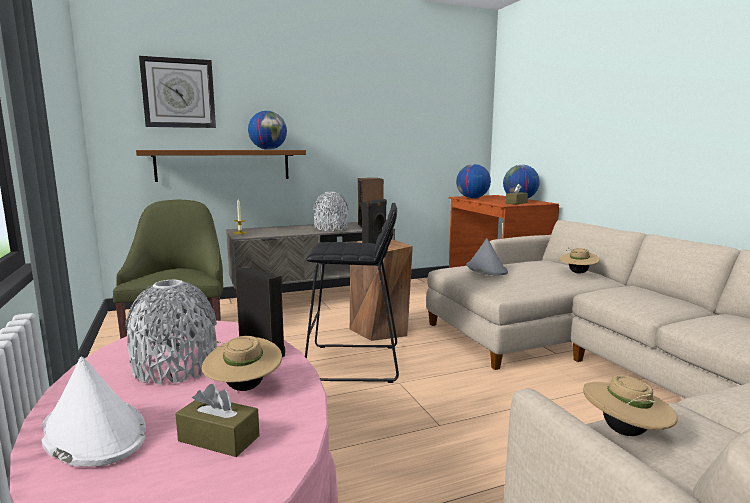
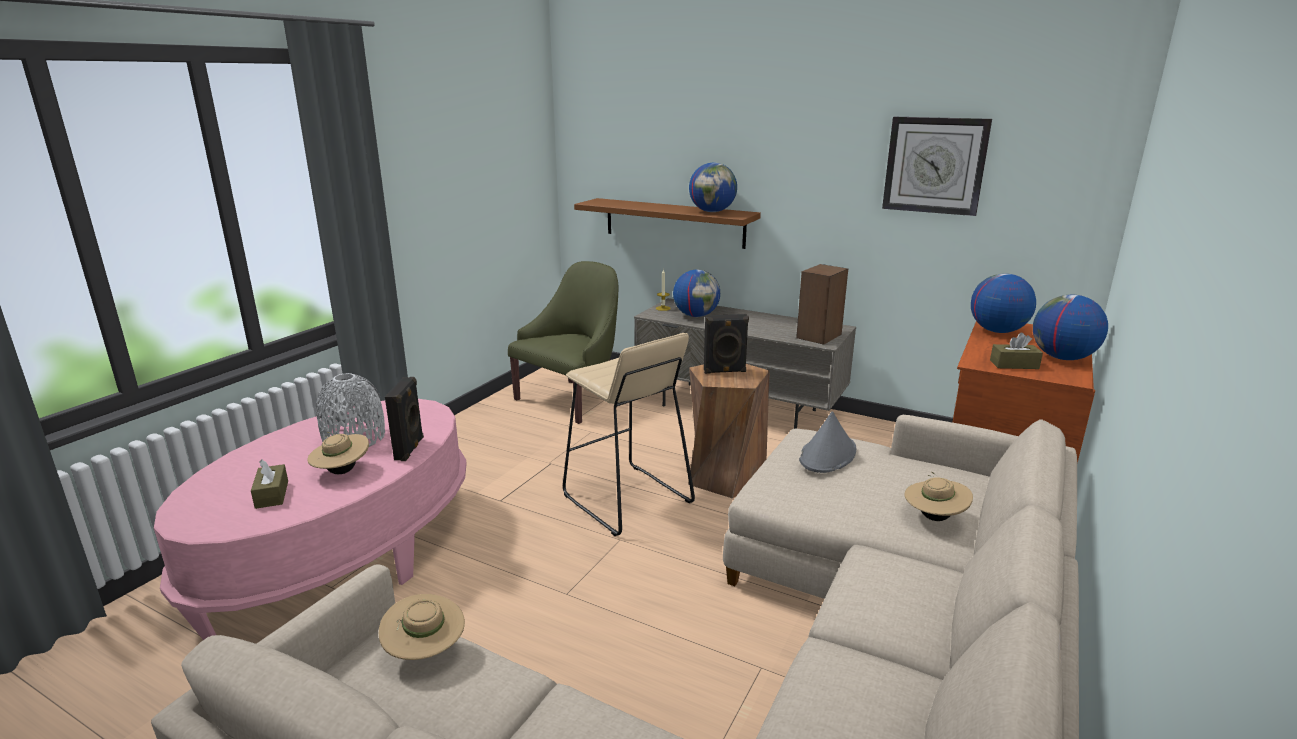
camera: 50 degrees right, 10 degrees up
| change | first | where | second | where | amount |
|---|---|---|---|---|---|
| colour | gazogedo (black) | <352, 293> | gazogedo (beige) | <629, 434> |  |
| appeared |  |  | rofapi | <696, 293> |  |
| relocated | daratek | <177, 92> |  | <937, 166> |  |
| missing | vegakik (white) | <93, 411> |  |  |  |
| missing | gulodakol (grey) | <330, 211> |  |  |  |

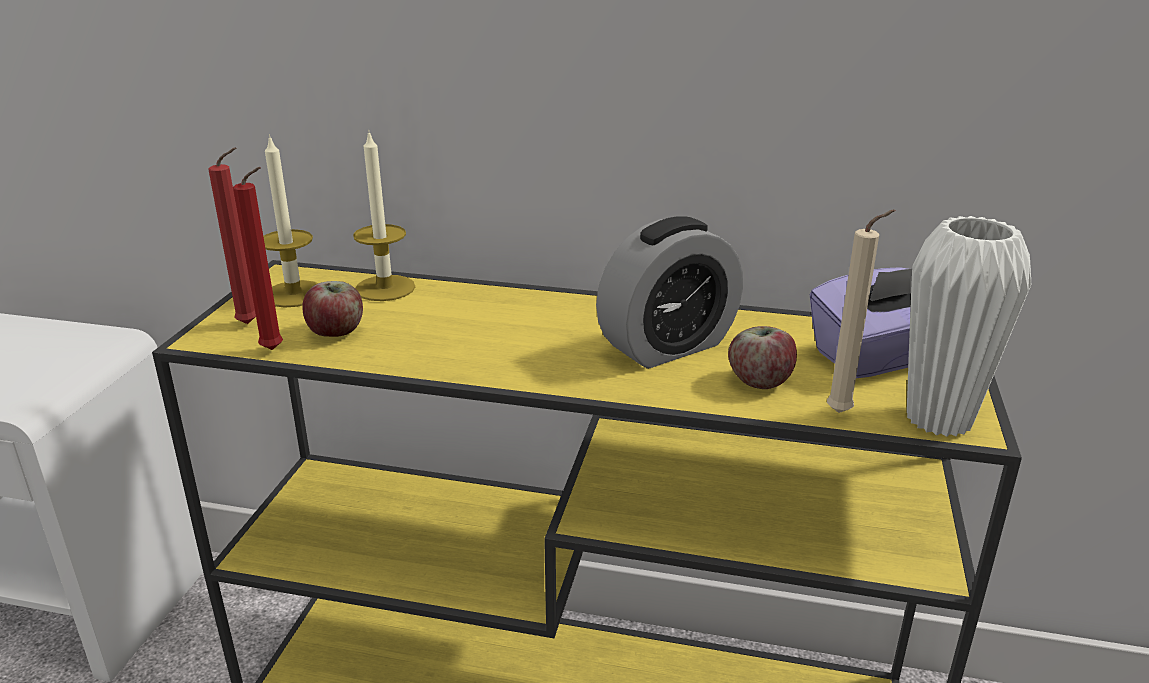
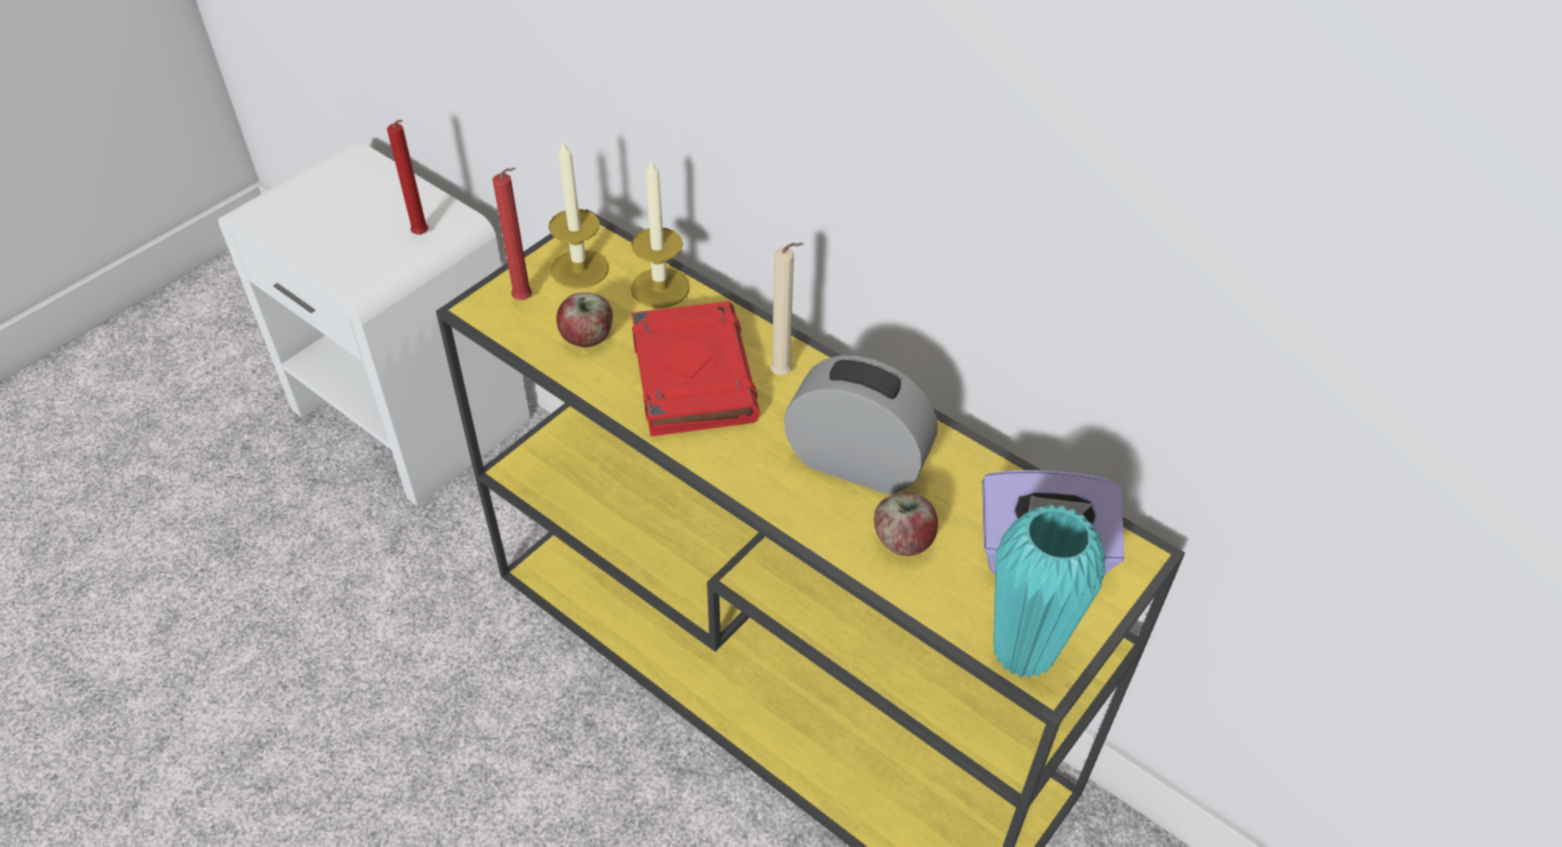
camera: 25 degrees right, 20 degrees up
| change | first | where | second | where | amount |
|---|---|---|---|---|---|
| relocated | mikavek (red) | <258, 258> |  | <407, 177> |  |
| appeared |  |  | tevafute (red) | <696, 368> |  |
| relocated | mikavek (beige) | <861, 311> |  | <786, 309> |  |
| spun | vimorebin | <669, 292> |  | <861, 425> | 150 degrees counterclockwise |
| colour | gulodakol (white) | <969, 326> | gulodakol (turquoise) | <1050, 592> |  |

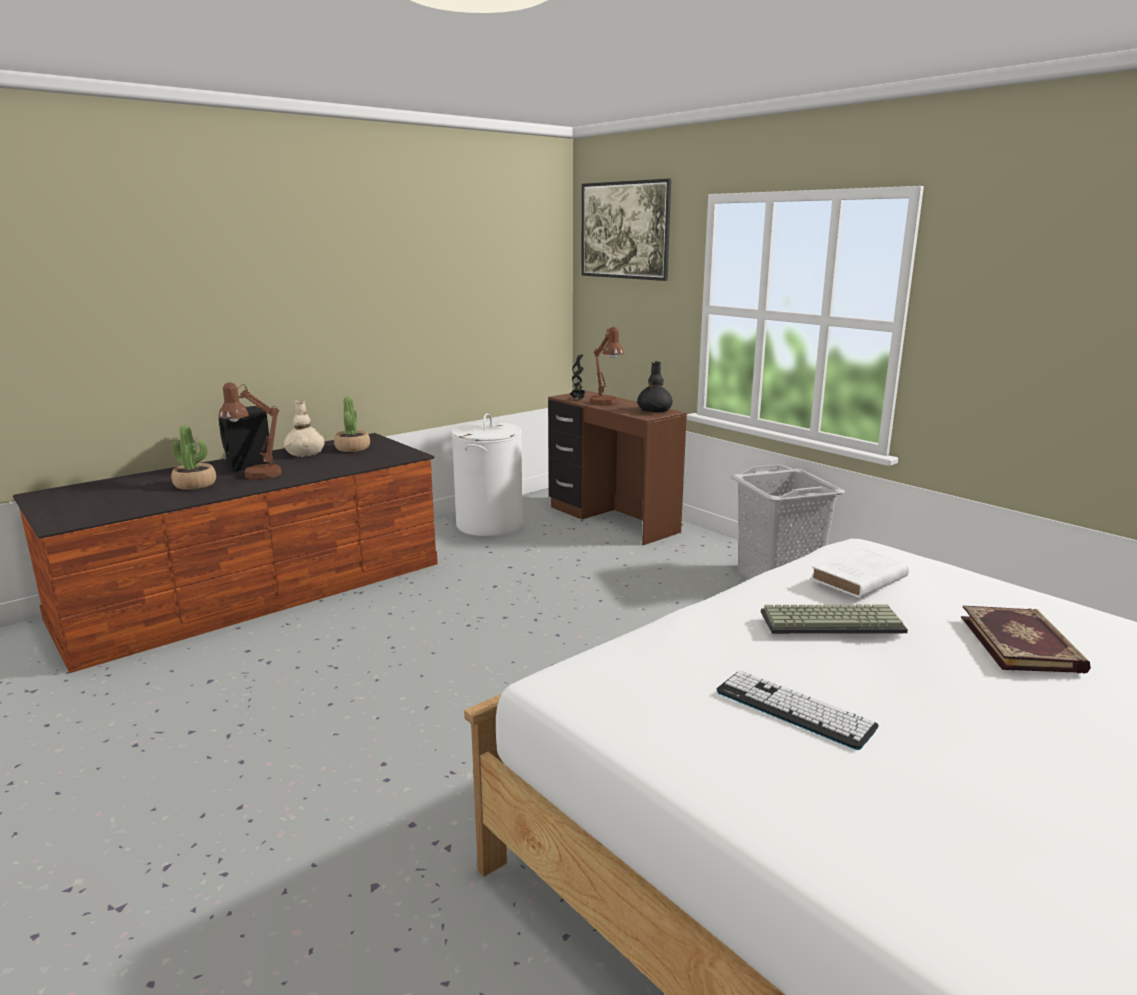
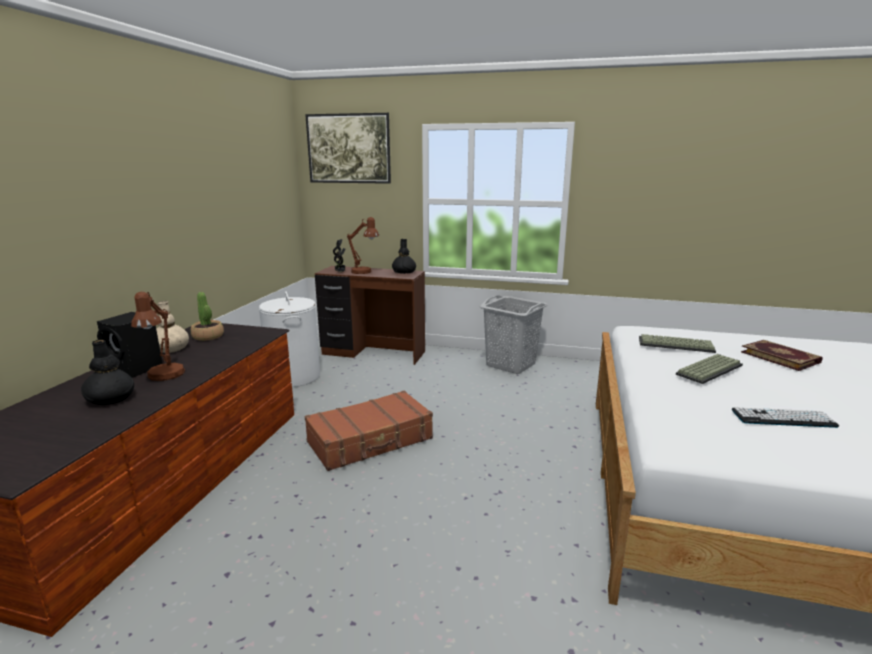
camera: 35 degrees left, 0 degrees up
| change | first | where | second | where | amount |
|---|---|---|---|---|---|
| exchanged | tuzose | <193, 457> | gulodakol (black) | <107, 372> |  |
| appeared |  |  | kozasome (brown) | <368, 430> |  |
| exchanged | tevafute (white) | <860, 573> | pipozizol | <677, 343> |  |

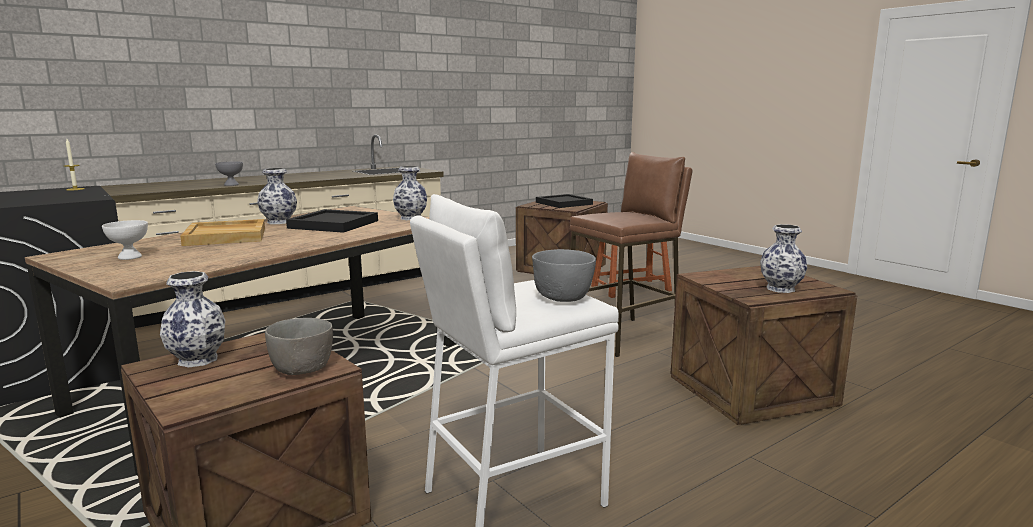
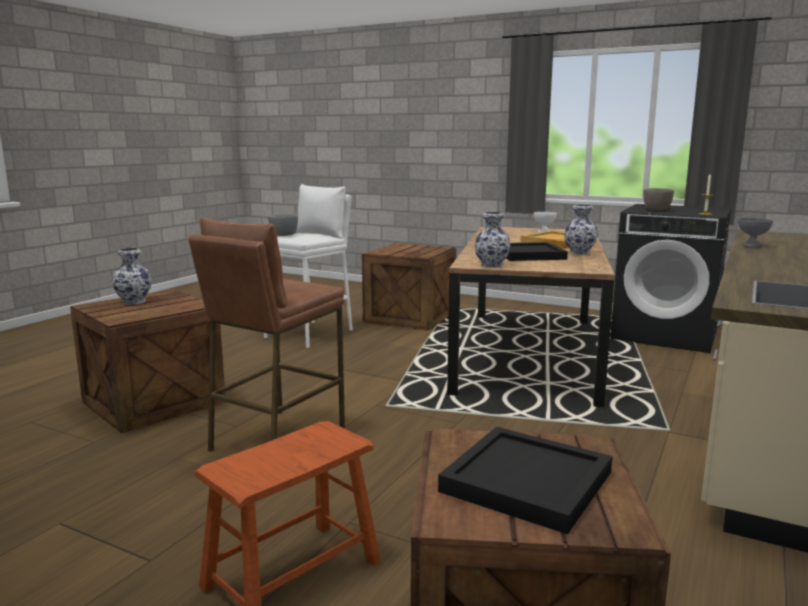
camera: 155 degrees right, 0 degrees up
| change | first | where | second | where | amount |
|---|---|---|---|---|---|
| relocated | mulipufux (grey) | <299, 346> |  | <659, 199> |  |
| missing | gulodakol | <192, 319> |  |  |  |

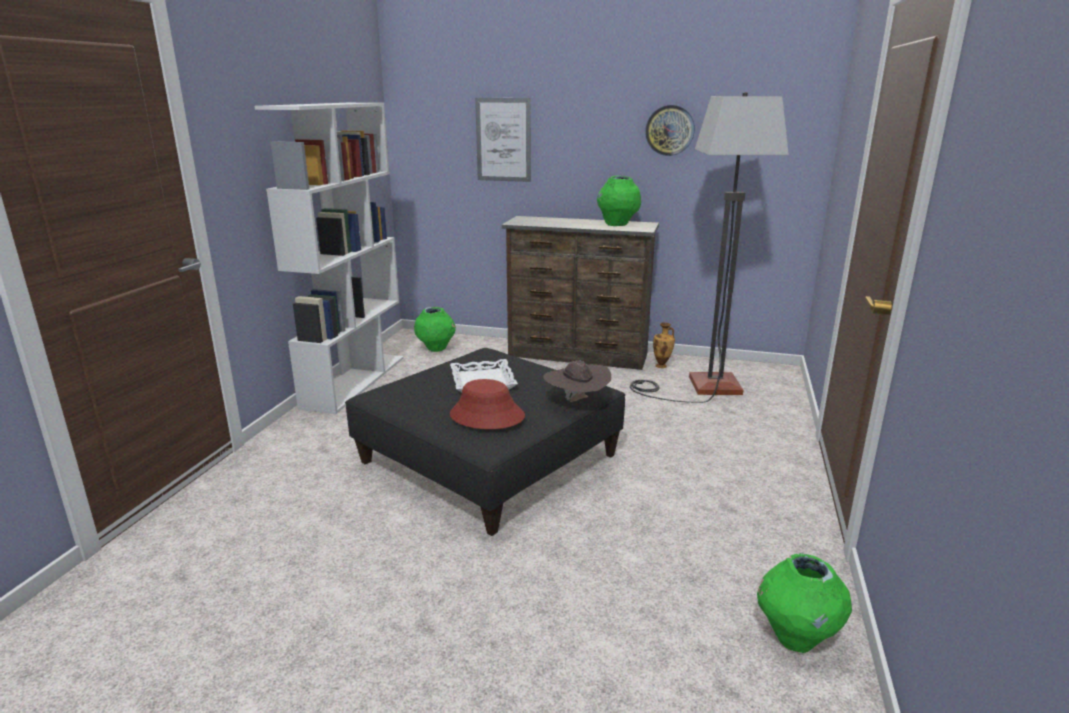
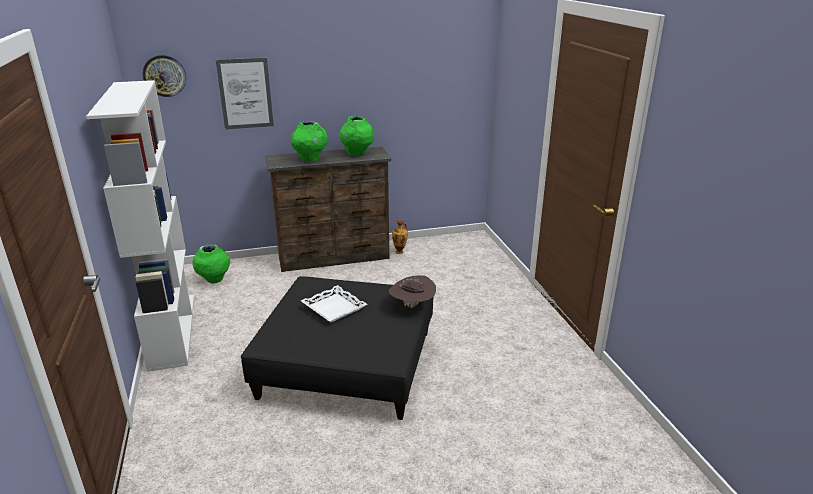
camera: 30 degrees left, 5 degrees up
| change | first | where | second | where | amount |
|---|---|---|---|---|---|
| relocated | daratek | <670, 130> |  | <164, 76> |  |
| relocated | gulodakol (green) | <804, 603> |  | <309, 141> |  |
| missing | vegakik (red) | <487, 404> |  |  |  |
| missing | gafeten | <709, 247> |  |  |  |

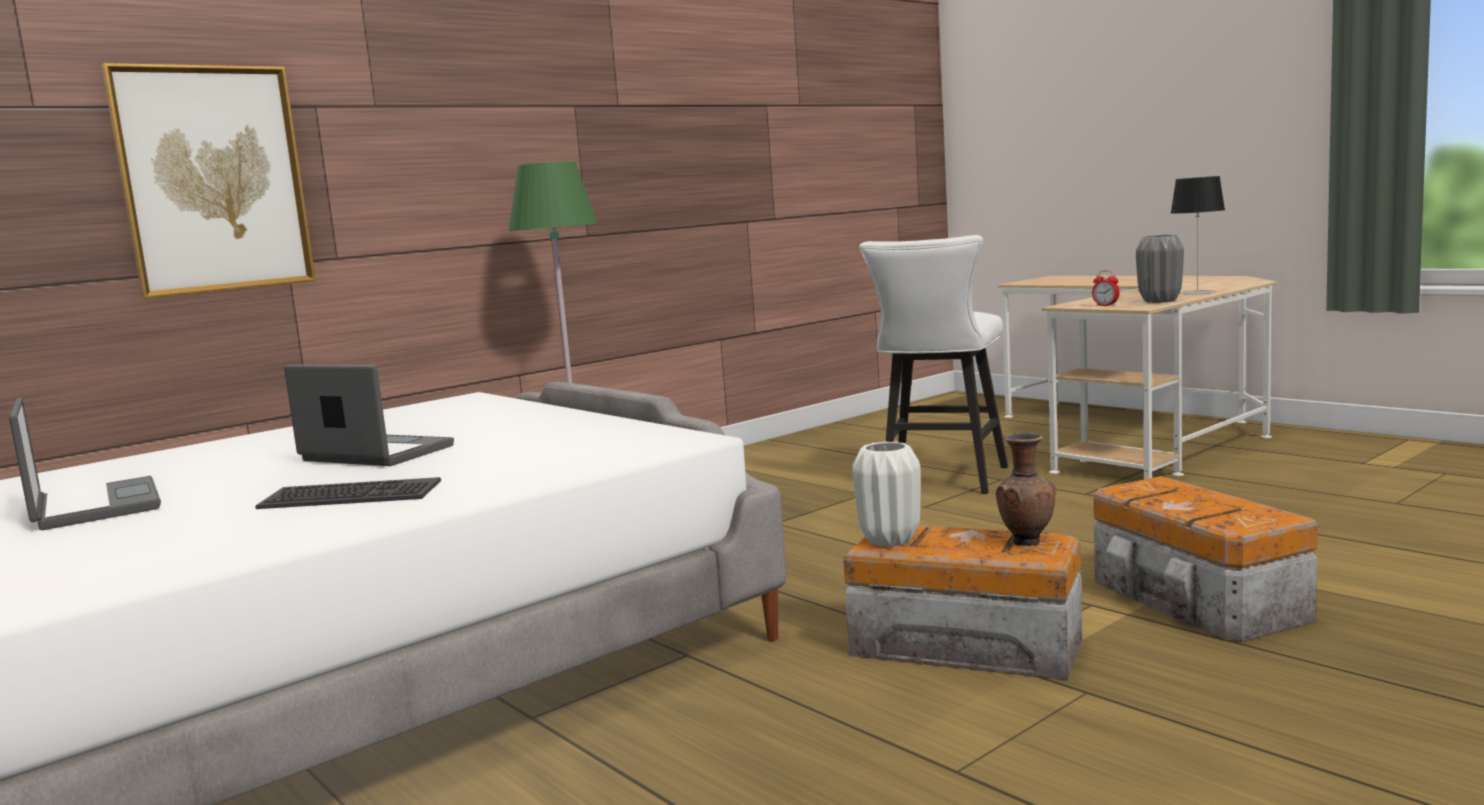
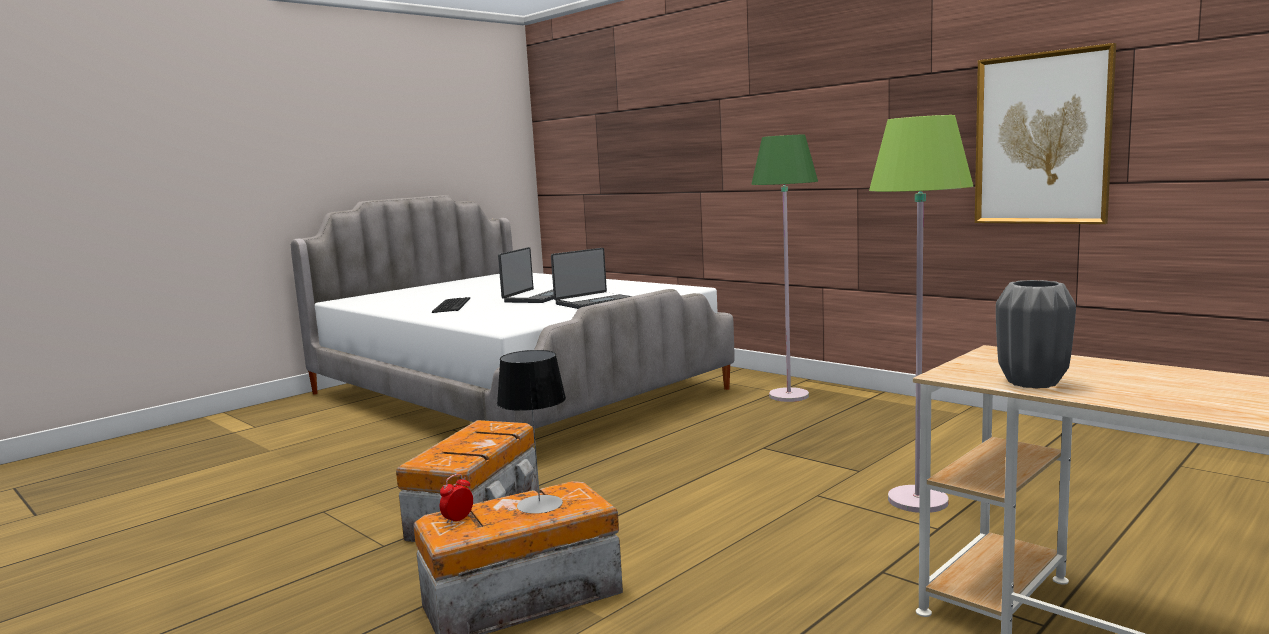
camera: 85 degrees right, 0 degrees up
| change | first | where | second | where | amount |
|---|---|---|---|---|---|
| relocated | vimorebin | <1106, 288> |  | <456, 499> |  |
| relocated | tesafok | <1198, 235> |  | <531, 432> |  |
| relocated | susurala | <85, 464> |  | <591, 278> |  |
| exchanged | gazogedo (white) | <933, 364> | gafeten (green) | <921, 314> |  |
| relocated | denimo | <208, 181> |  | <1045, 133> |  |
| missing | gulodakol (white) | <886, 494> |  |  |  |
| missing | gulodakol (brown) | <1026, 489> |  |  |  |

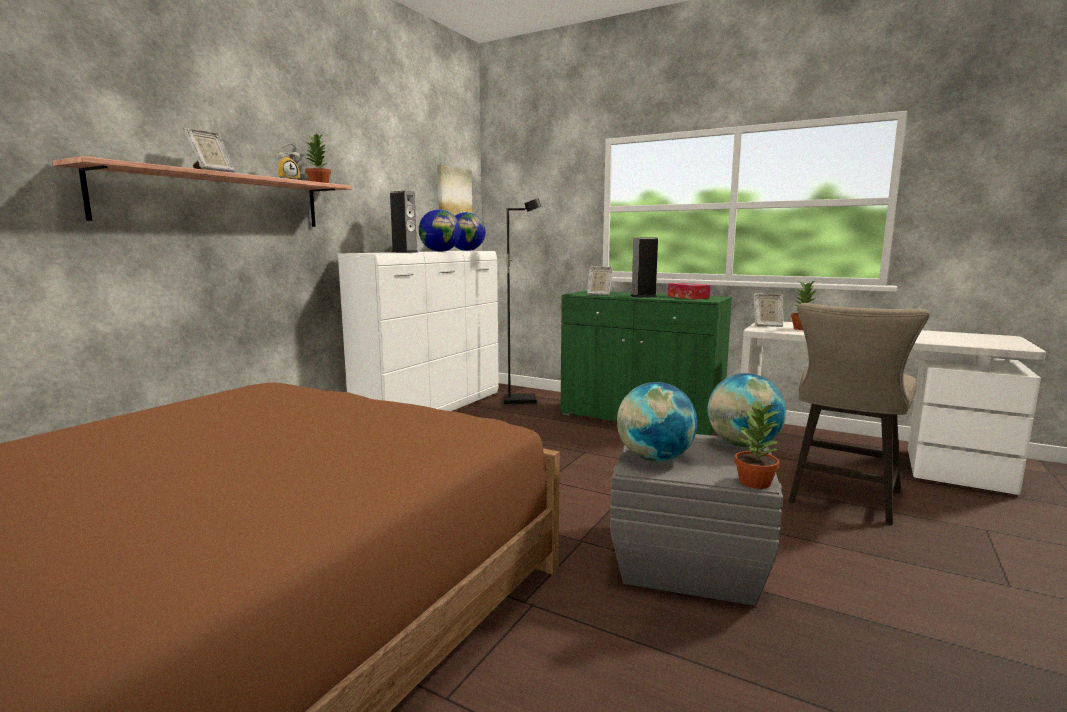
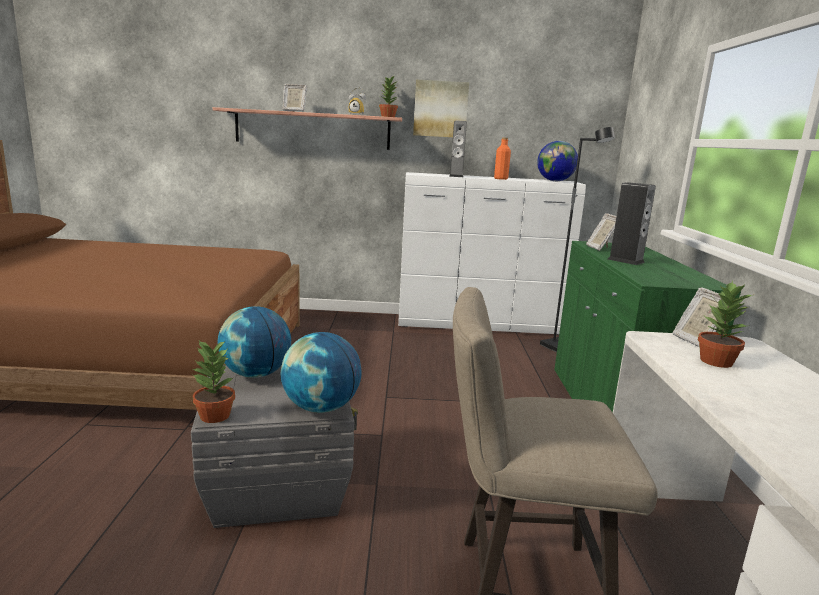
camera: 60 degrees right, 5 degrees up
| change | first | where | second | where | amount |
|---|---|---|---|---|---|
| relocated | denimo | <454, 190> |  | <441, 108> |  |
| exchanged | rofapi | <440, 230> | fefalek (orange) | <502, 158> |  |
| missing | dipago | <689, 291> |  |  |  |

